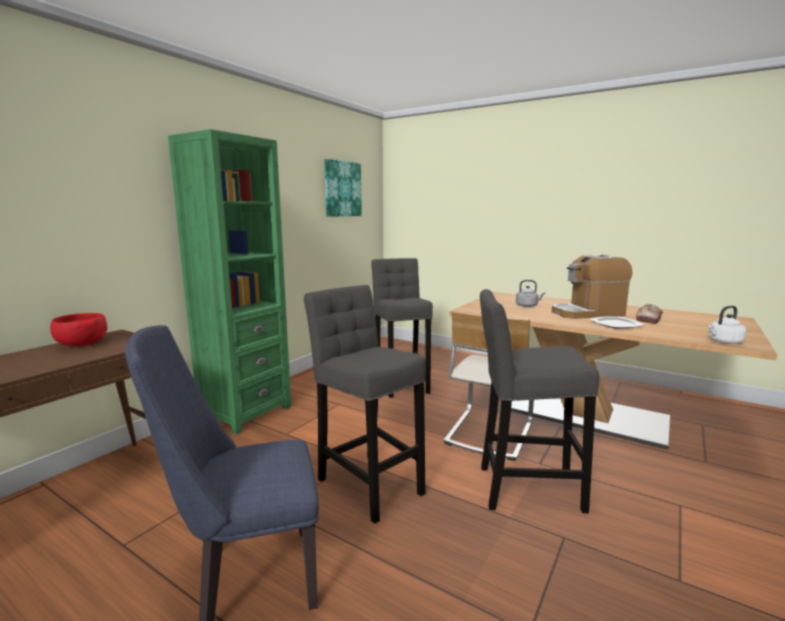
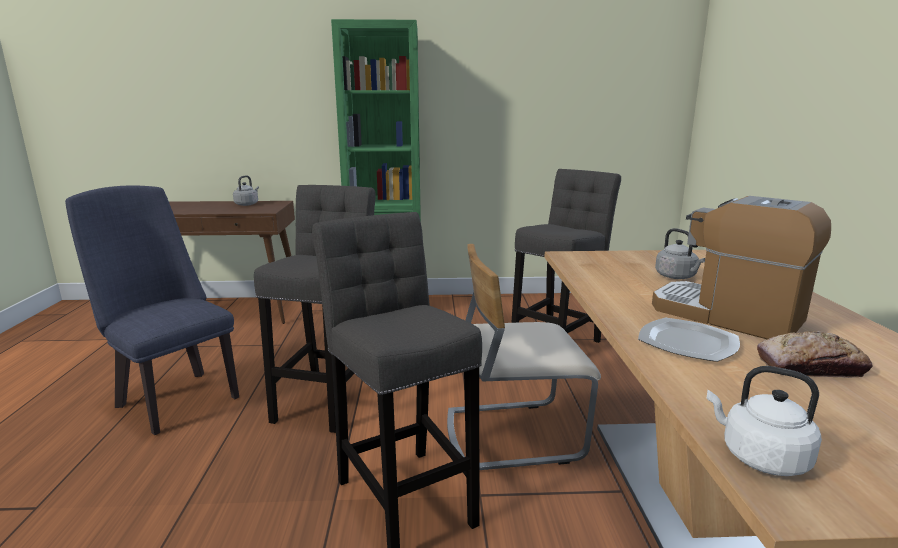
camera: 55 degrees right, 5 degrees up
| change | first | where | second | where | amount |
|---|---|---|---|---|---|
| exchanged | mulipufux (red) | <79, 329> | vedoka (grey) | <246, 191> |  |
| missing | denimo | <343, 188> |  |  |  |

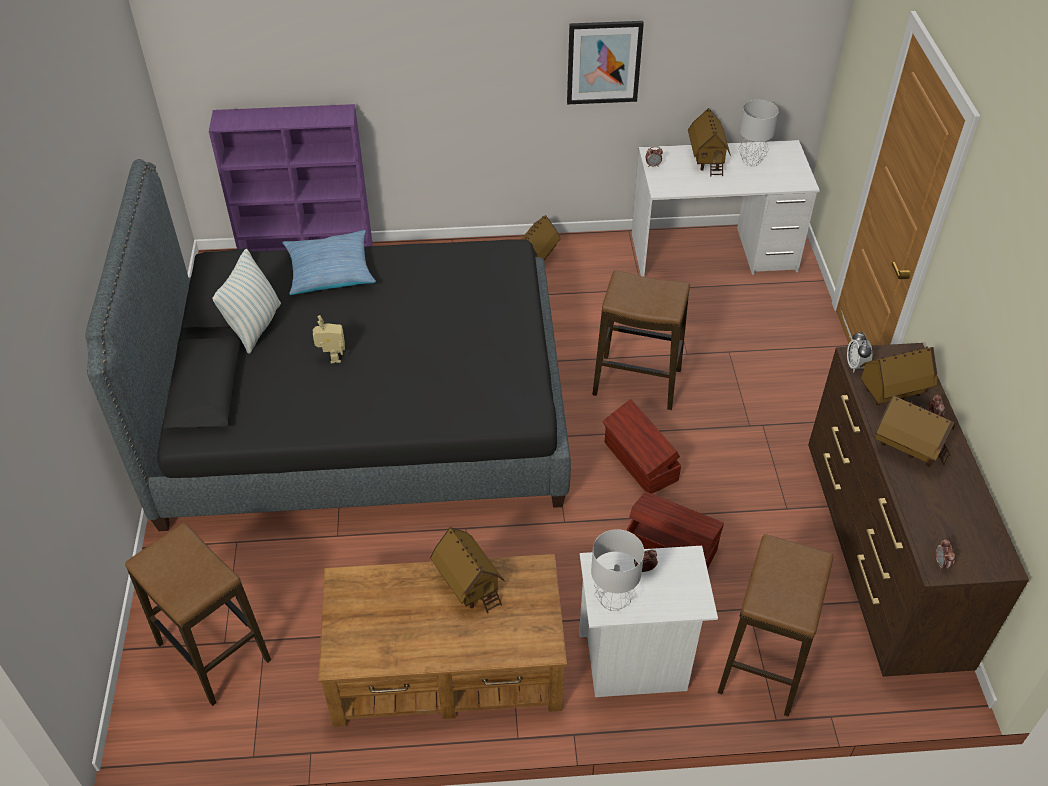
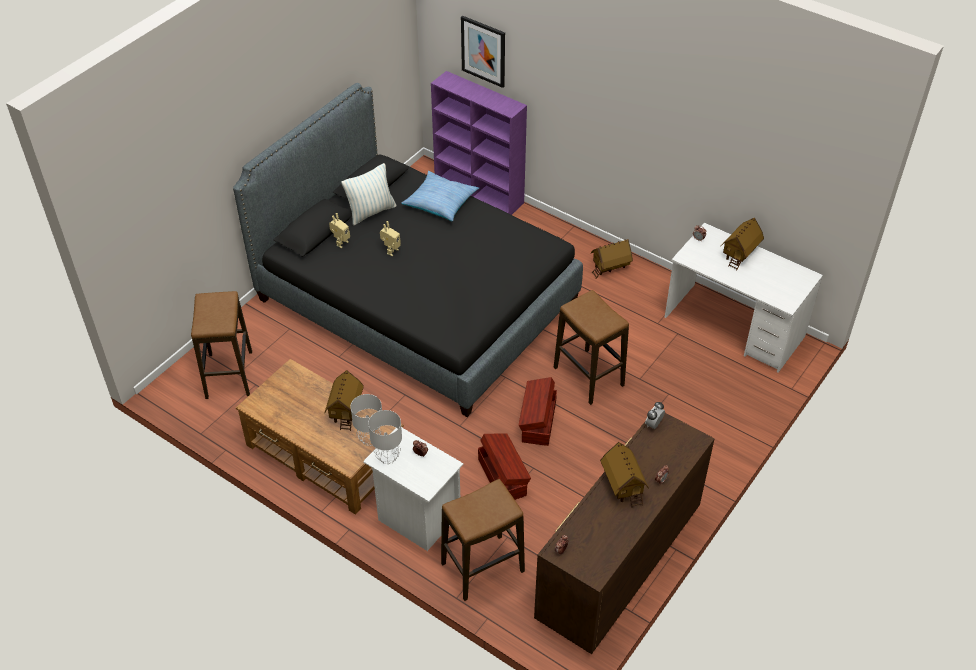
camera: 40 degrees right, 0 degrees up
| change | first | where | second | where | amount |
|---|---|---|---|---|---|
| appeared |  |  | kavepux | <339, 230> |  |
| relocated | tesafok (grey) | <759, 133> |  | <366, 420> |  |
| relocated | denimo | <605, 62> |  | <483, 52> |  |
| missing | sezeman | <898, 376> |  |  |  |

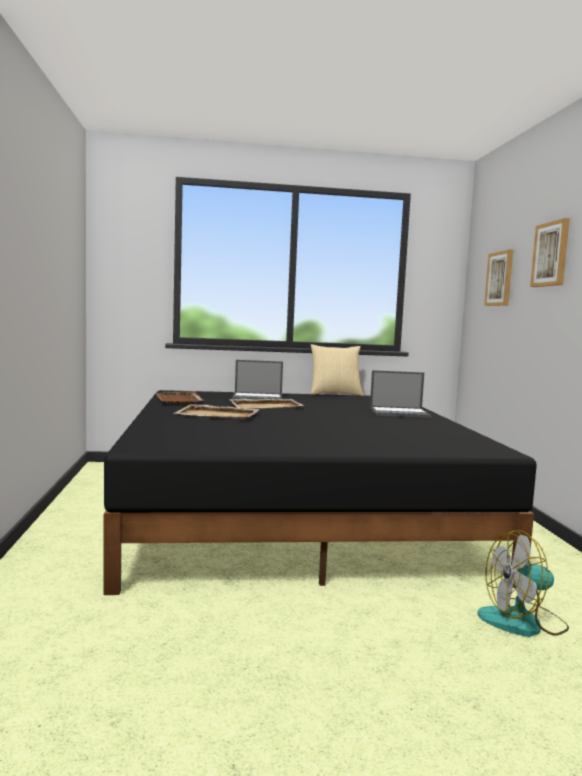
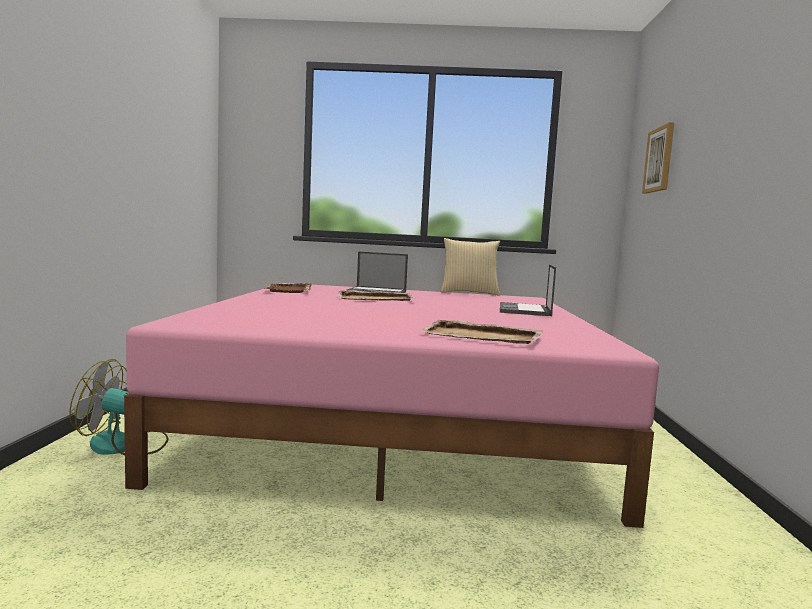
camera: 10 degrees right, 0 degrees up
| change | first | where | second | where | amount |
|---|---|---|---|---|---|
| relocated | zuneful | <523, 583> |  | <118, 407> |  |
| colour | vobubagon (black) | <320, 492> | vobubagon (pink) | <391, 405> |  |
| relocated | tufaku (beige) | <217, 411> |  | <481, 332> |  |
| spun | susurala | <400, 394> |  | <528, 290> | 90 degrees clockwise |
| missing | denimo | <550, 252> |  |  |  |

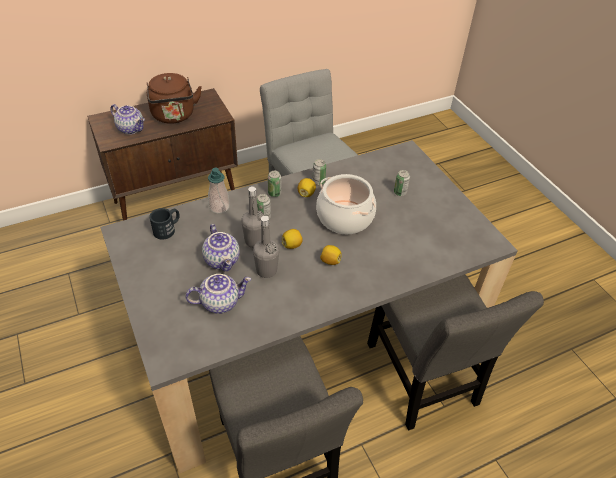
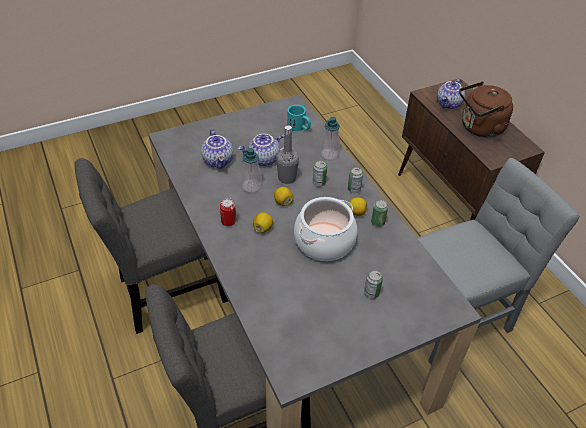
camera: 90 degrees right, 0 degrees up
| change | first | where | second | where | amount |
|---|---|---|---|---|---|
| appeared |  |  | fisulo | <228, 212> |  |
| exchanged | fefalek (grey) | <266, 247> | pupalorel | <251, 170> |  |
| colour | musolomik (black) | <164, 224> | musolomik (turquoise) | <299, 118> |  |

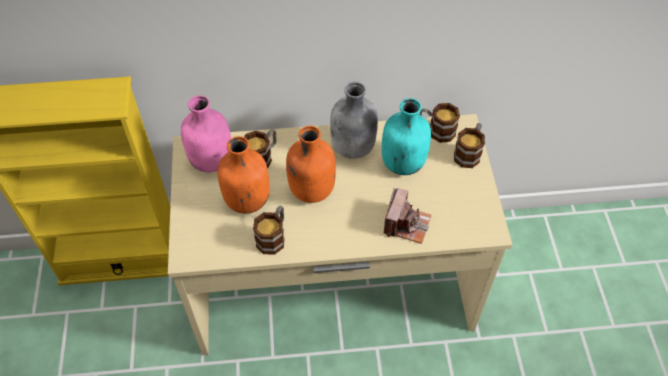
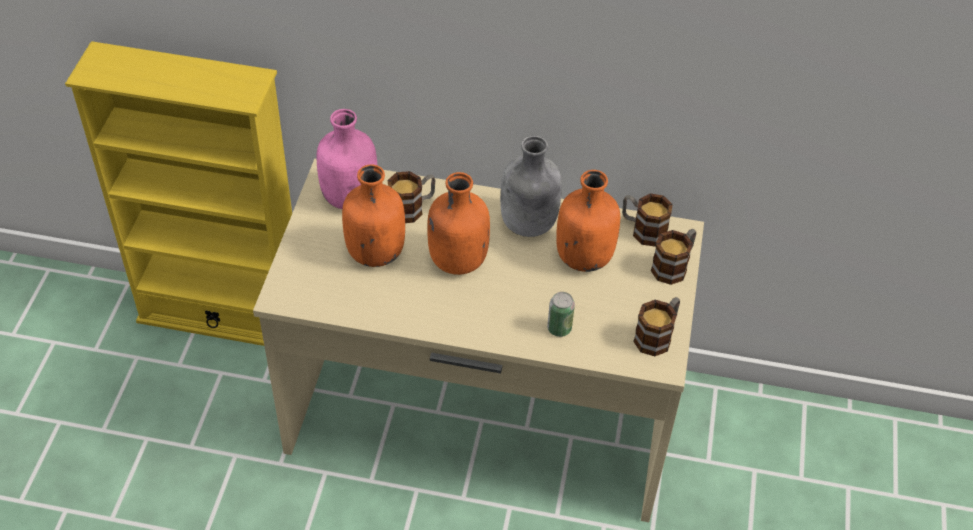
camera: 15 degrees right, 5 degrees down
| change | first | where | second | where | amount |
|---|---|---|---|---|---|
| exchanged | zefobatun | <407, 215> | fisulo | <561, 314> |  |
| colour | fefalek (turquoise) | <406, 136> | fefalek (orange) | <588, 221> |  |
| relocated | musolomik | <269, 230> |  | <656, 326> |  |

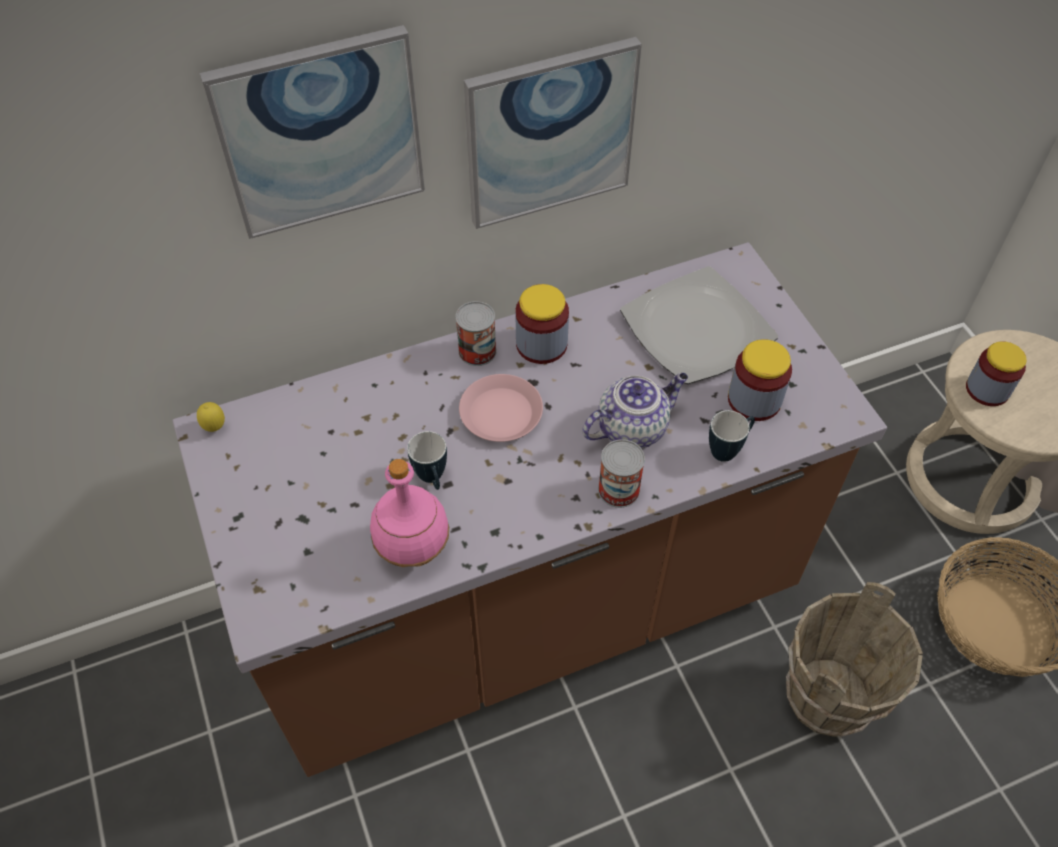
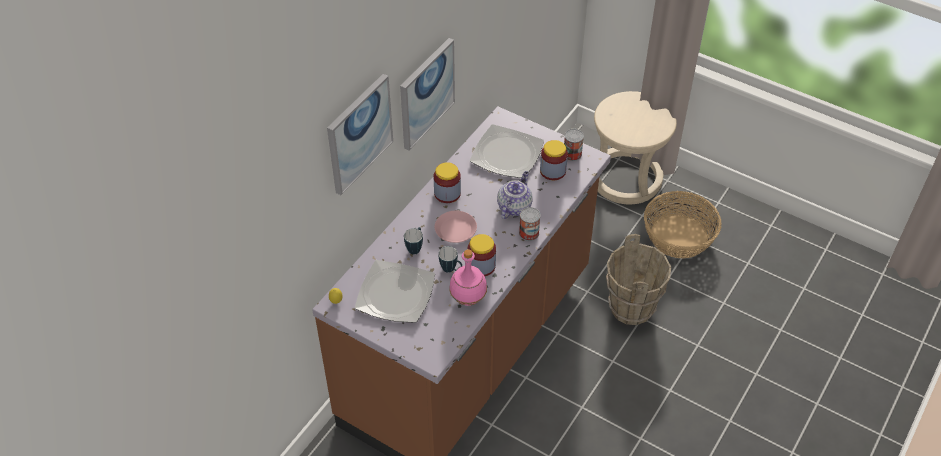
camera: 35 degrees left, 5 degrees down
| change | first | where | second | where | amount |
|---|---|---|---|---|---|
| appeared |  |  | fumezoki | <395, 291> |  |
| relocated | musolomik | <732, 436> |  | <413, 241> |  |
| relocated | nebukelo | <996, 373> |  | <481, 255> |  |
| relocated | fisulo | <475, 333> |  | <574, 145> |  |

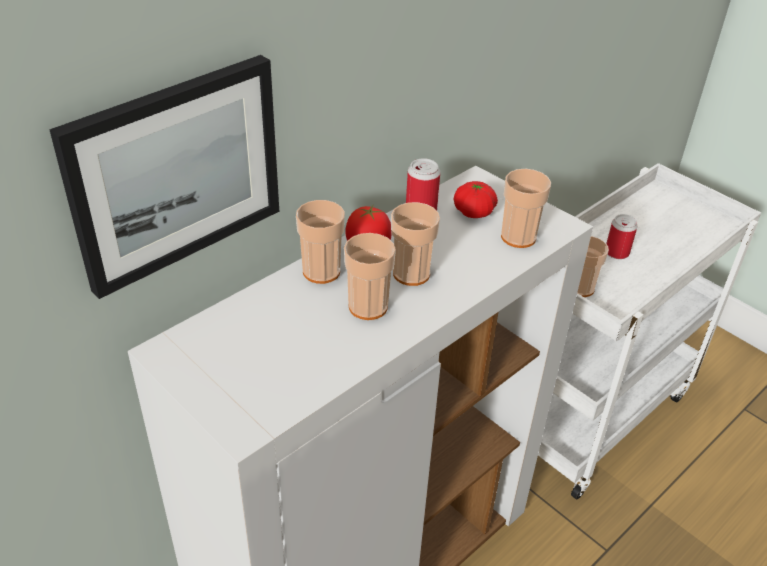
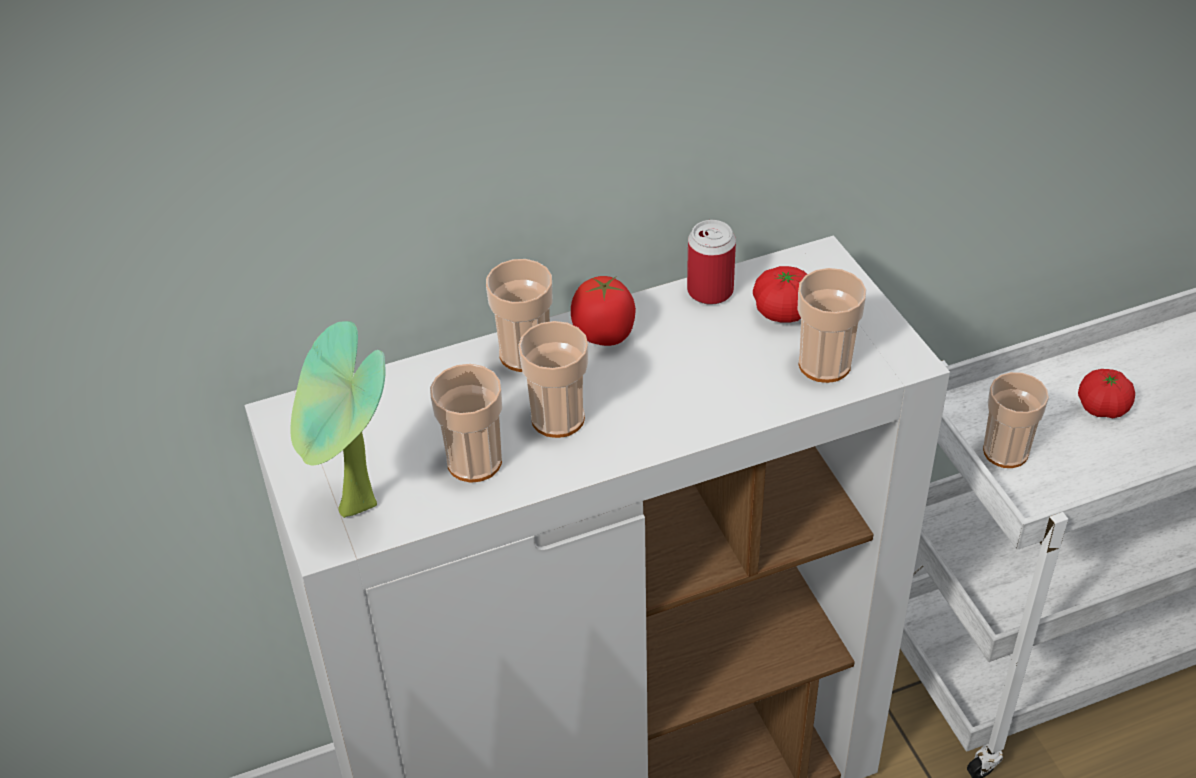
camera: 25 degrees right, 5 degrees up
| change | first | where | second | where | amount |
|---|---|---|---|---|---|
| appeared |  |  | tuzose | <338, 419> |  |
| relocated | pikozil | <415, 244> |  | <466, 423> |  |
| exchanged | fisulo | <622, 236> | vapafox | <1106, 393> |  |
| missing | denimo | <164, 177> |  |  |  |

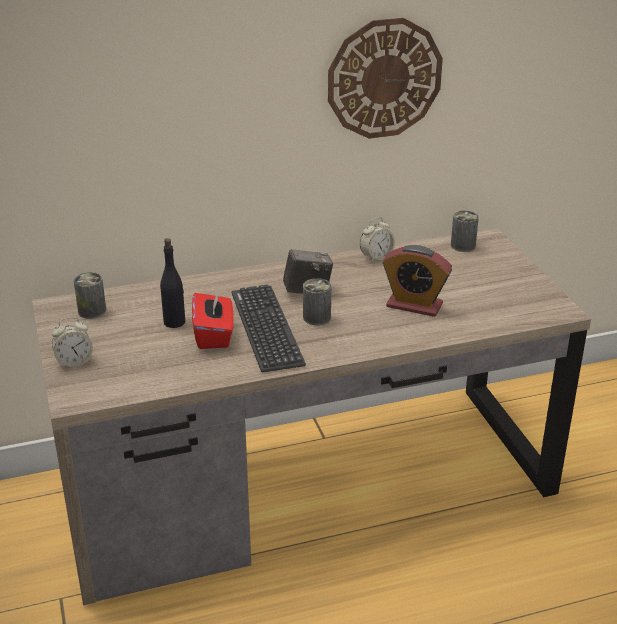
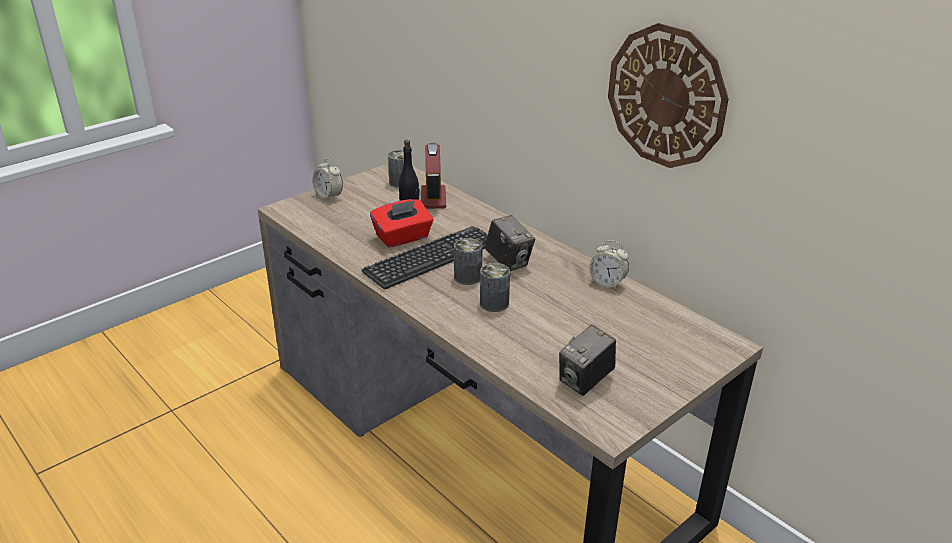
camera: 65 degrees right, 0 degrees up
| change | first | where | second | where | amount |
|---|---|---|---|---|---|
| relocated | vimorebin | <417, 281> |  | <433, 176> |  |
| relocated | fisulo | <465, 231> |  | <495, 287> |  |
| appeared |  |  | zefobatun | <587, 360> |  |

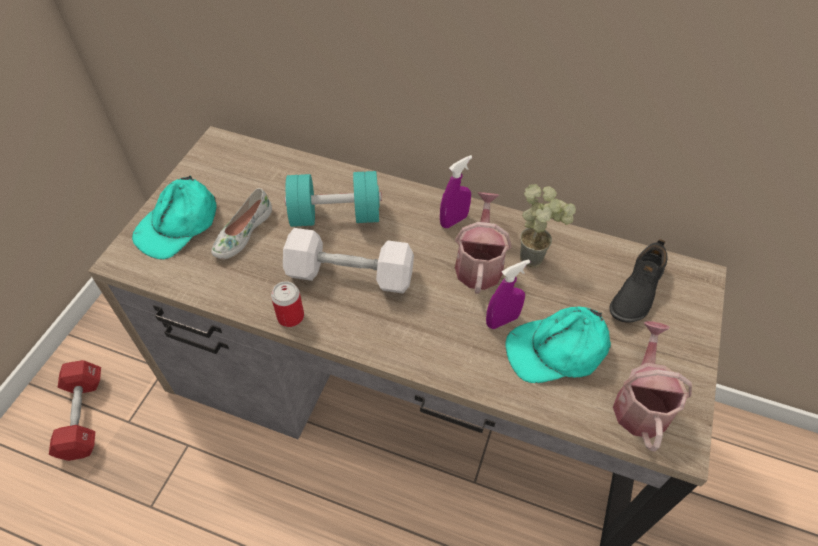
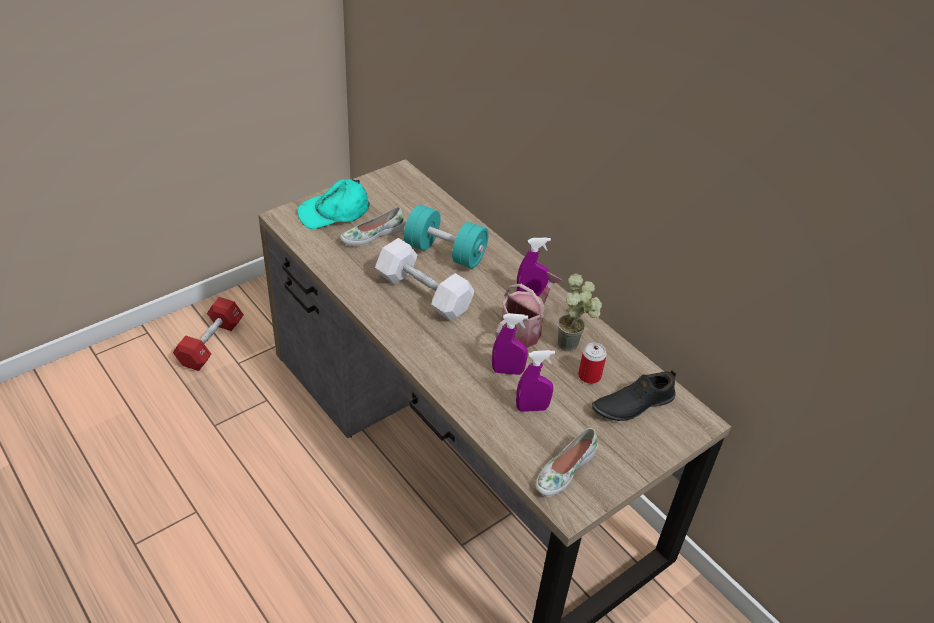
camera: 30 degrees right, 10 degrees down
| change | first | where | second | where | amount |
|---|---|---|---|---|---|
| exchanged | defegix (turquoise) | <558, 345> | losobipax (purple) | <535, 381> |  |
| exchanged | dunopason | <652, 386> | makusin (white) | <567, 462> |  |
| relocated | fisulo | <287, 304> |  | <592, 363> |  |

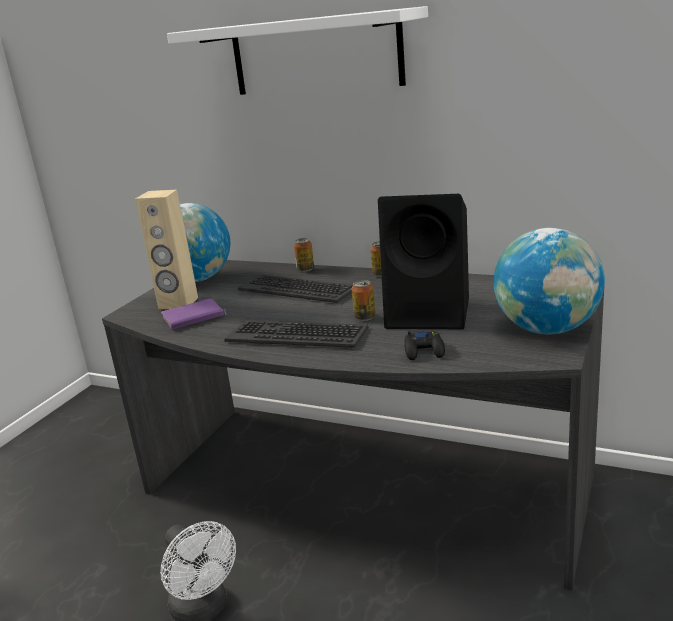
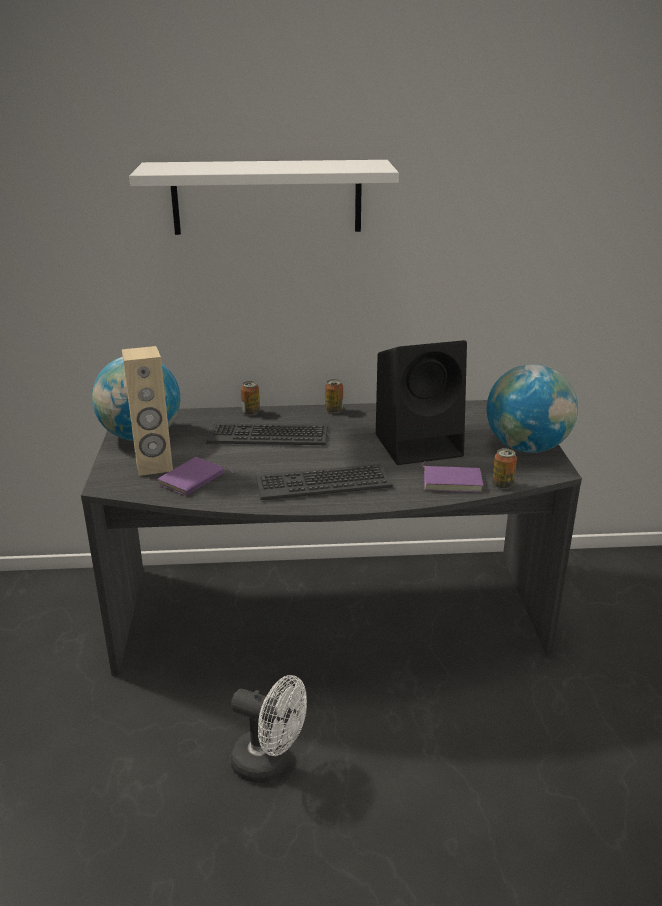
camera: 30 degrees left, 5 degrees up
| change | first | where | second | where | amount |
|---|---|---|---|---|---|
| exchanged | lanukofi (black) | <424, 345> | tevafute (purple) | <453, 477> |  |
| relocated | fisulo | <364, 300> |  | <504, 468> |  |

